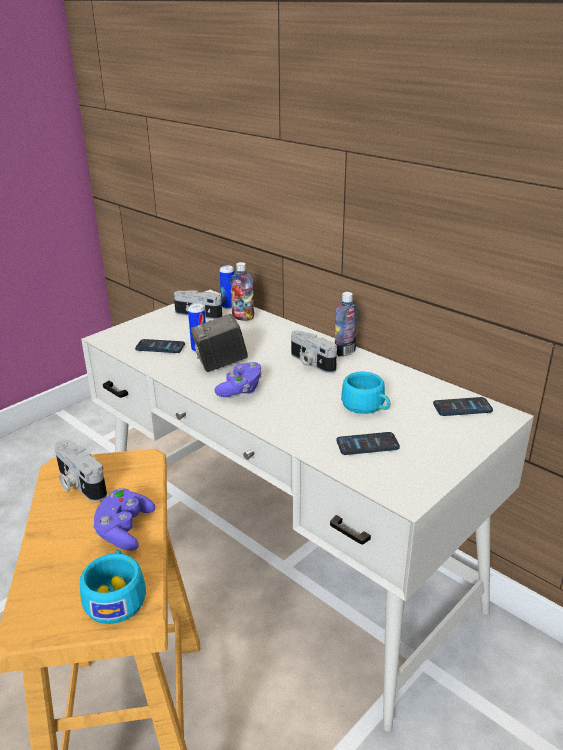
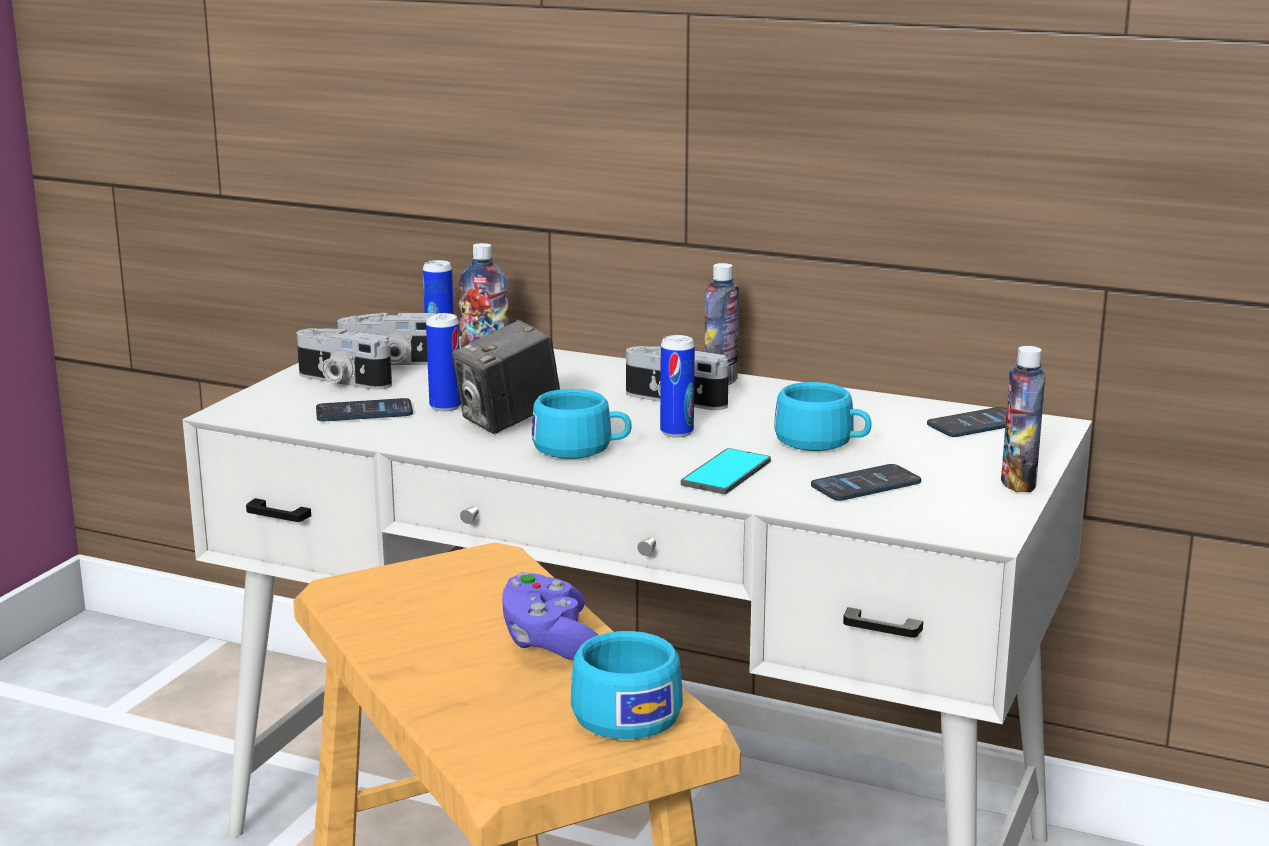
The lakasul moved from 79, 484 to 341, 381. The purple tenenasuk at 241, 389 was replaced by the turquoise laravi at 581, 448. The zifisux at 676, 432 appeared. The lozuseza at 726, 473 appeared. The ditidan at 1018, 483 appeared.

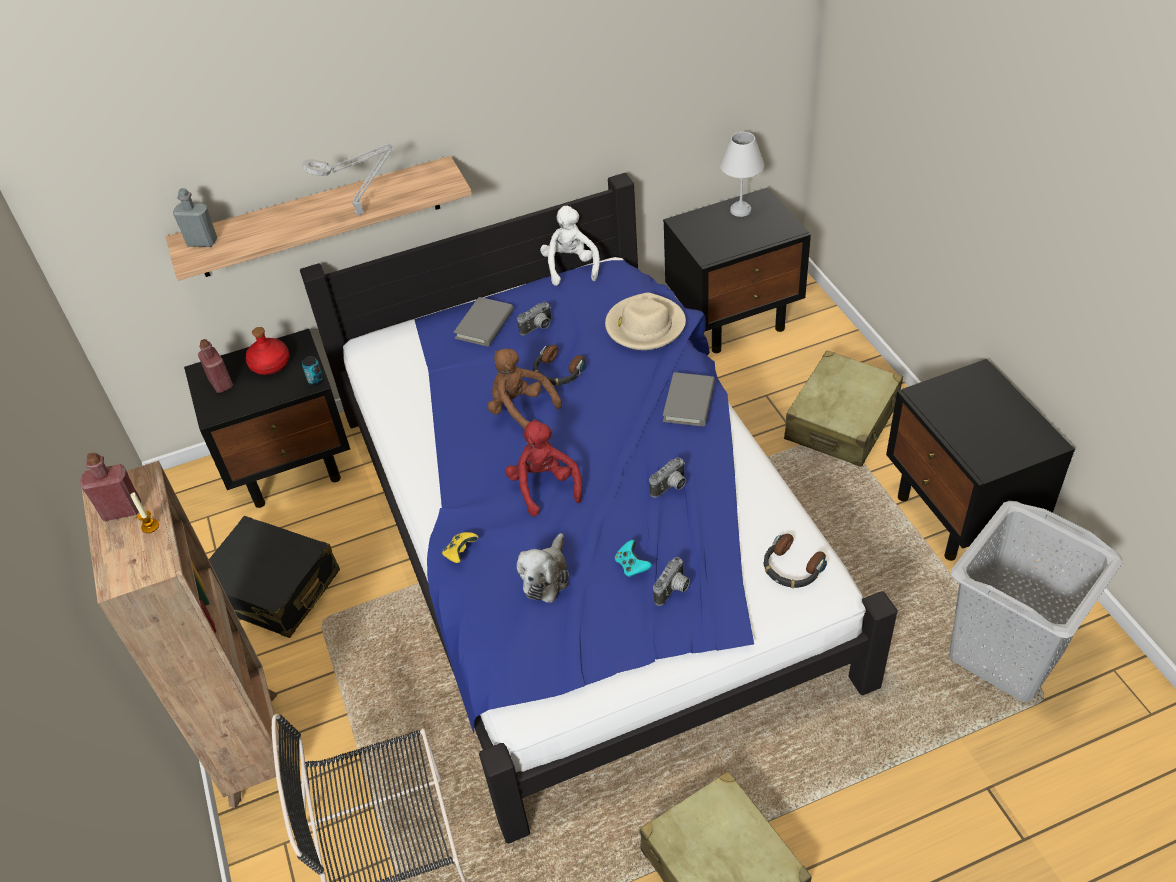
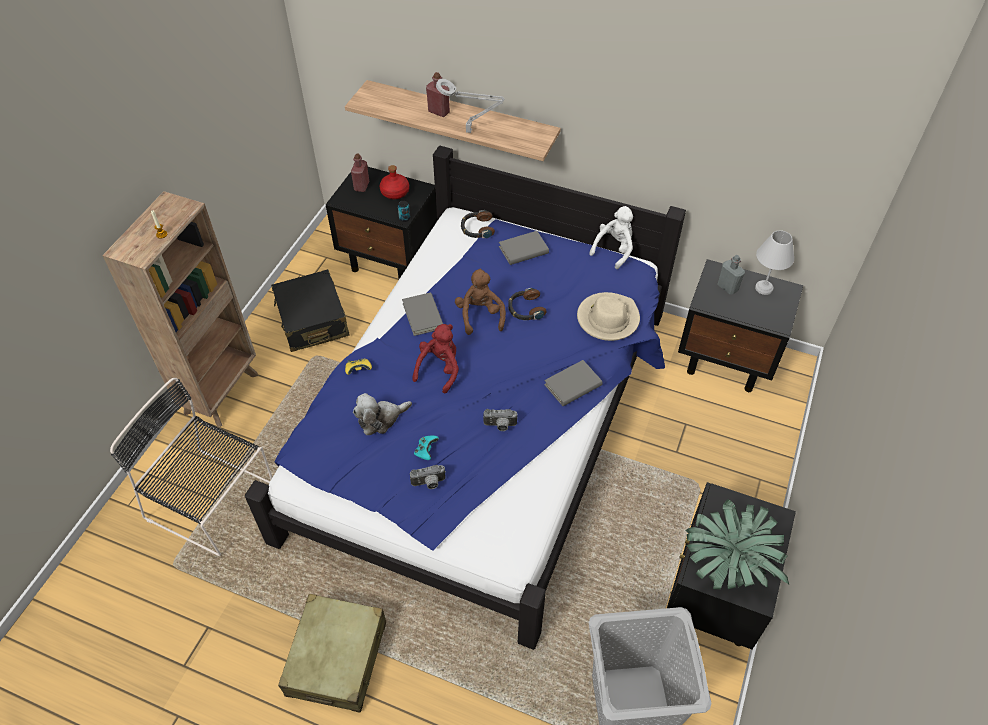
The red ditidan moved from 122, 510 to 439, 112. The grey ditidan moved from 202, 242 to 727, 287. The lakasul at 538, 328 disappeared. The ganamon moved from 791, 568 to 477, 228. The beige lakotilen at 842, 422 disappeared. The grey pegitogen at 423, 316 appeared. The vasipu at 729, 563 appeared.

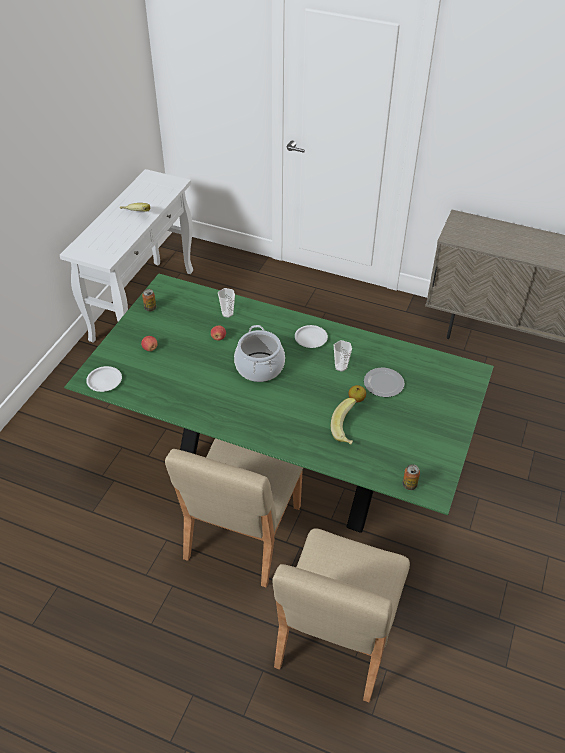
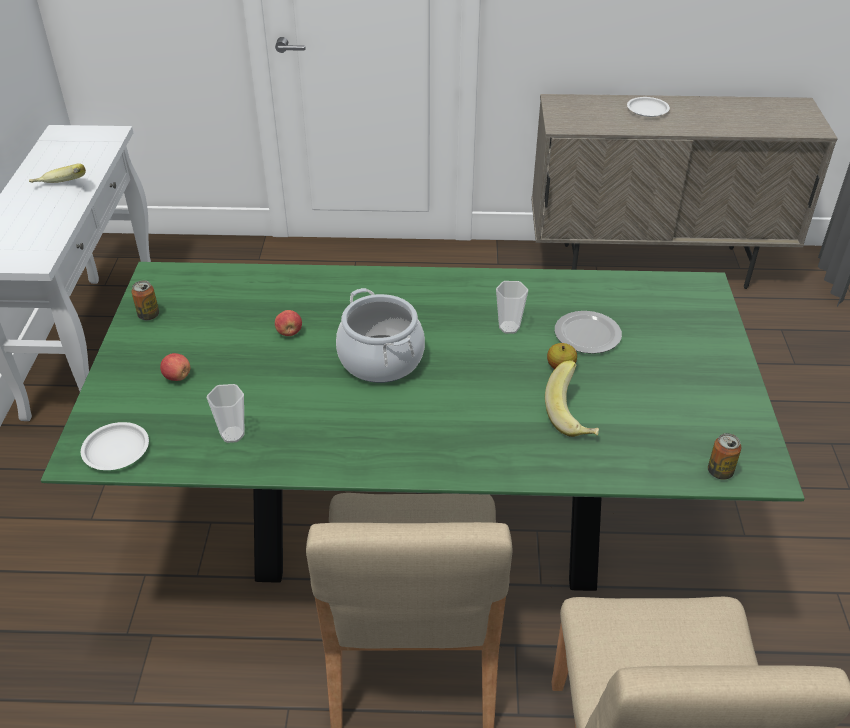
The laravi moved from 227, 314 to 232, 435. The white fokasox moved from 310, 338 to 647, 110.

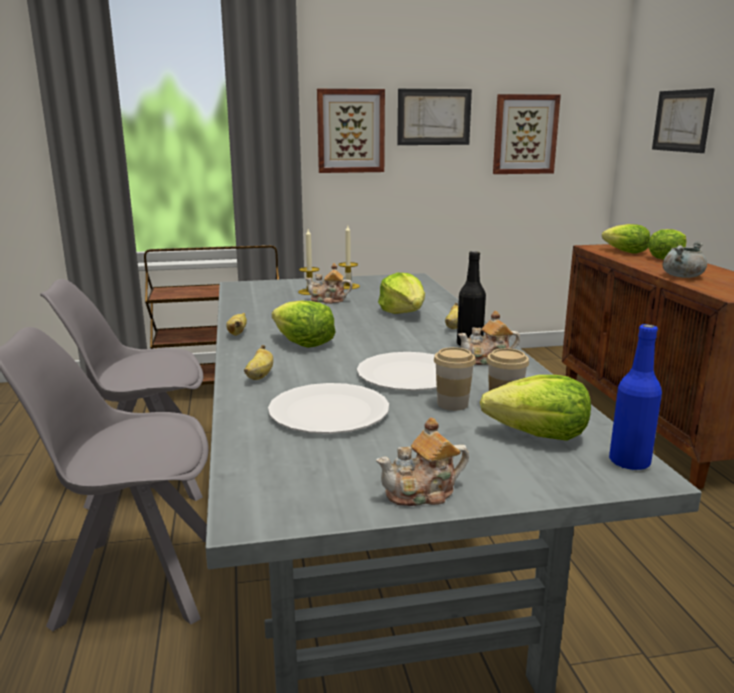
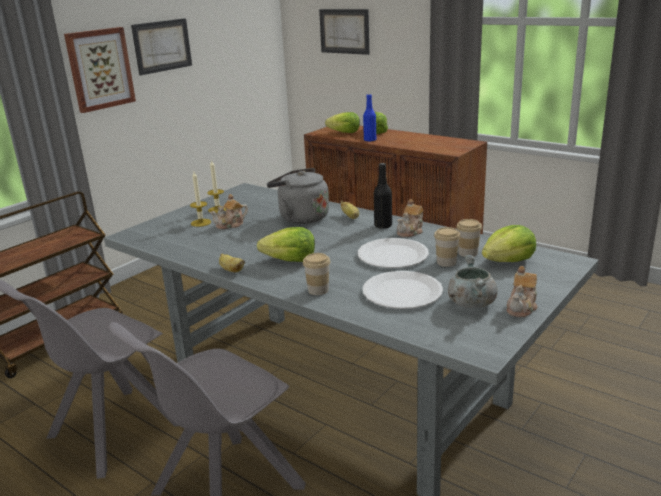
The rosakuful at 259, 376 was replaced by the laravi at 318, 290. The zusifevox at 403, 312 was replaced by the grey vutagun at 301, 217. The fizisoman at 525, 134 disappeared. The blue ditidan moved from 629, 462 to 370, 140. The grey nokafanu moved from 682, 276 to 471, 303.

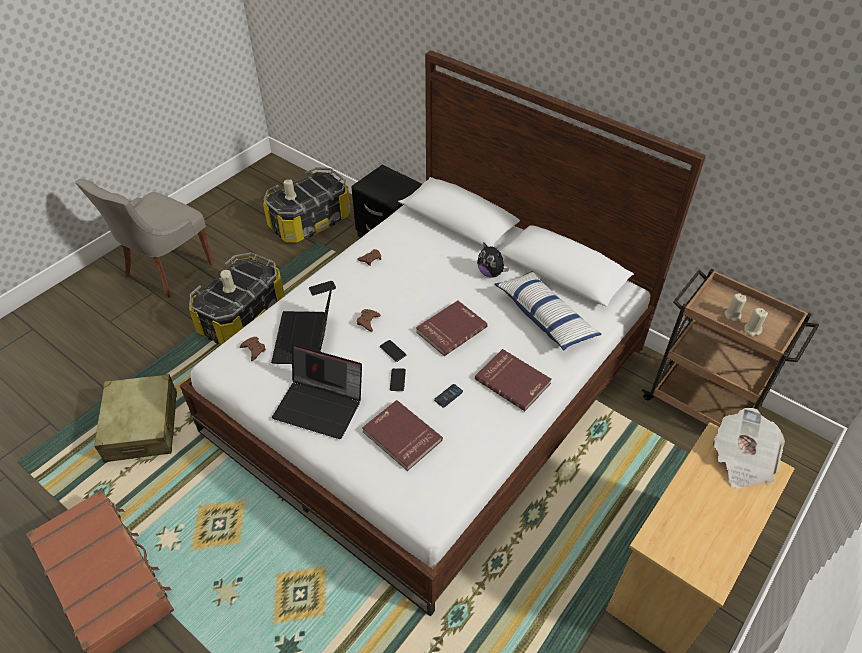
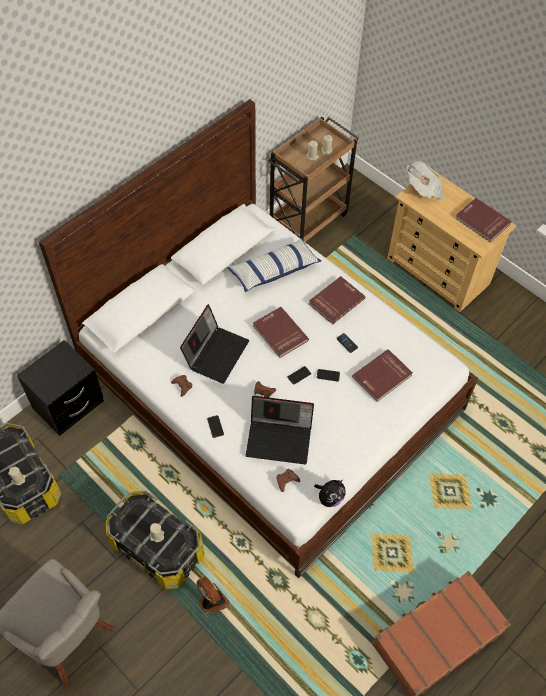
The beige lakotilen at 142, 426 disappeared. The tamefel moved from 321, 406 to 216, 353. The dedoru moved from 491, 273 to 330, 498. The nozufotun at 212, 600 appeared. The red pegitogen at 481, 222 appeared.

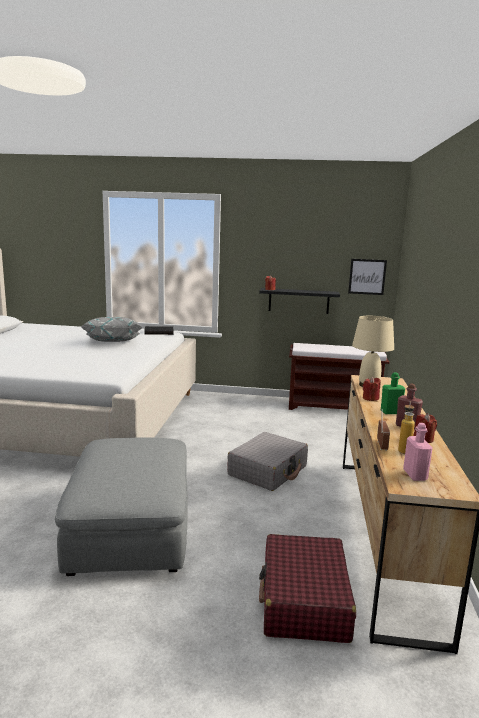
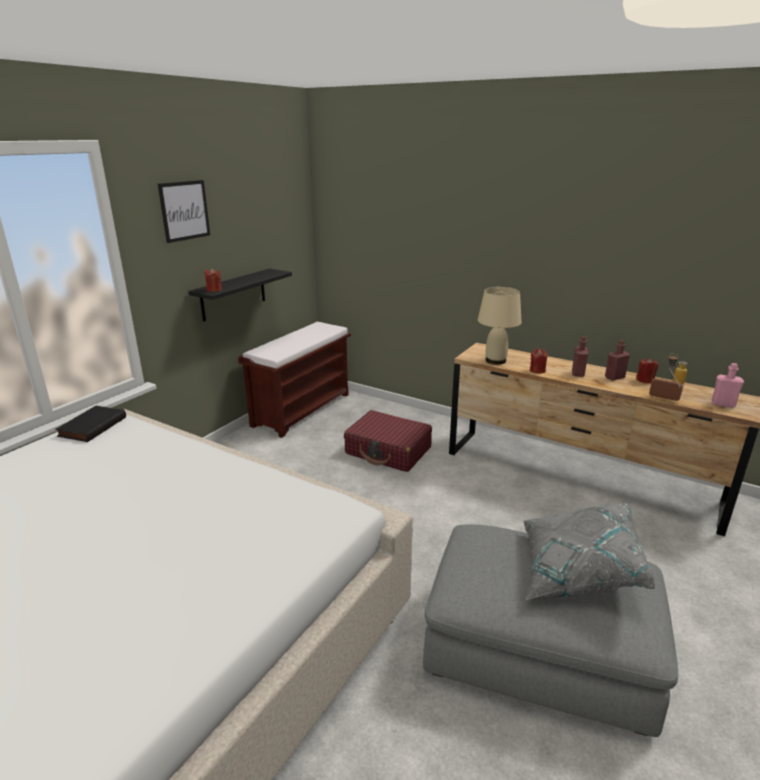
The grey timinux moved from 113, 343 to 576, 571. The grey lakotilen at 268, 471 disappeared. The red lakotilen moved from 304, 600 to 388, 451. The fizisoman moved from 367, 276 to 184, 210. The green ditidan at 390, 412 became the red ditidan at 578, 373.

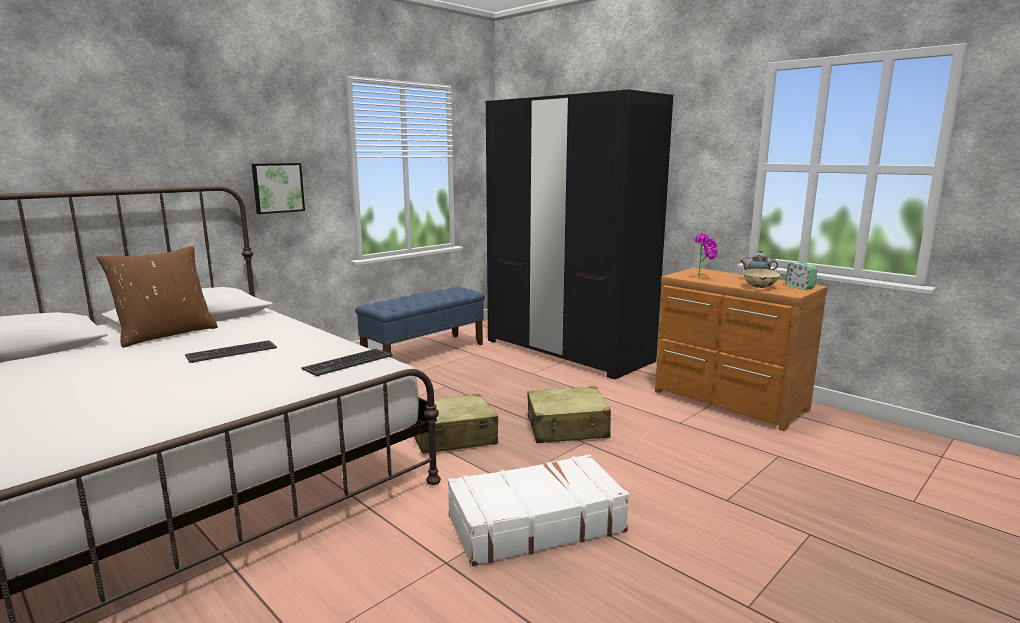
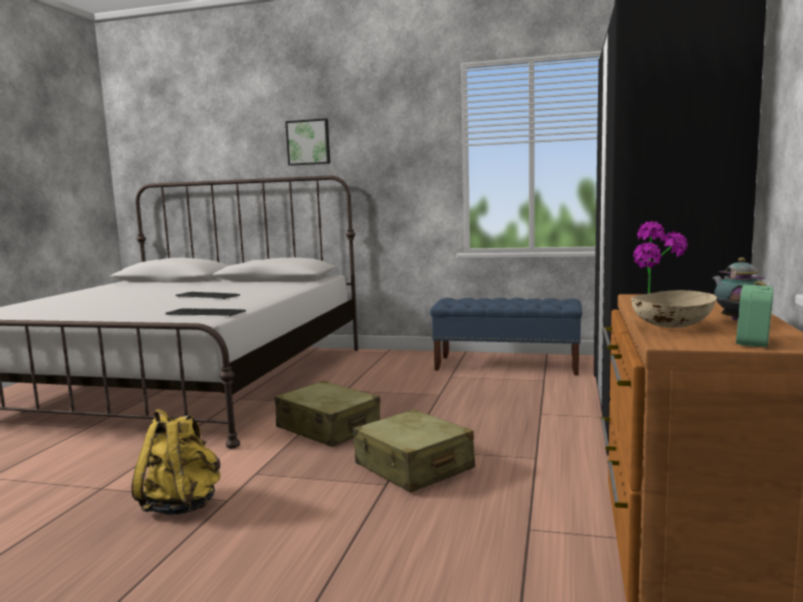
The brown timinux at 166, 334 disappeared. The fizisoman moved from 277, 188 to 308, 142. The white lakotilen at 535, 523 was replaced by the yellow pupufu at 182, 505.

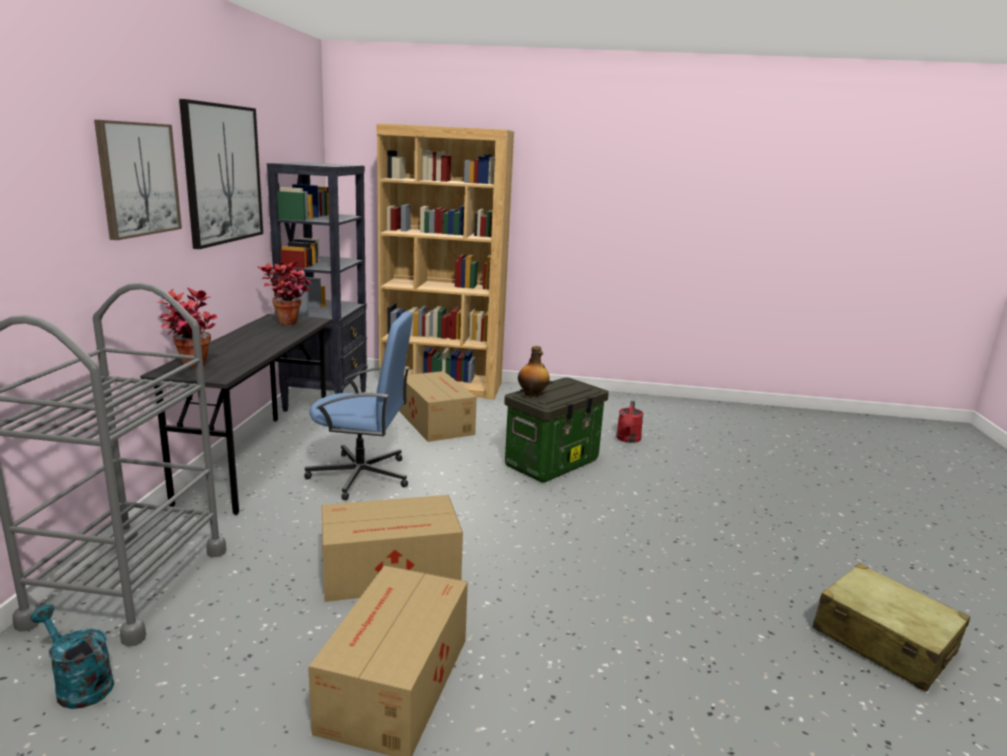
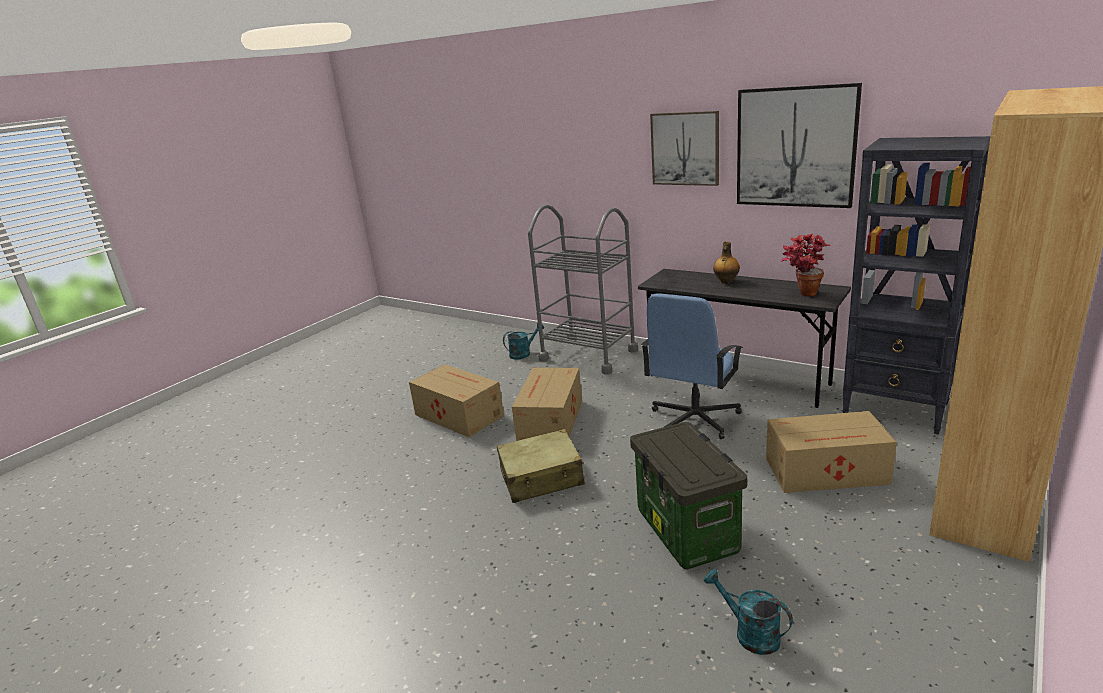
The vasipu at 191, 368 disappeared. The ditidan moved from 532, 394 to 726, 282. The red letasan at 628, 439 became the turquoise letasan at 749, 633. The beige lakotilen moved from 883, 641 to 542, 477.

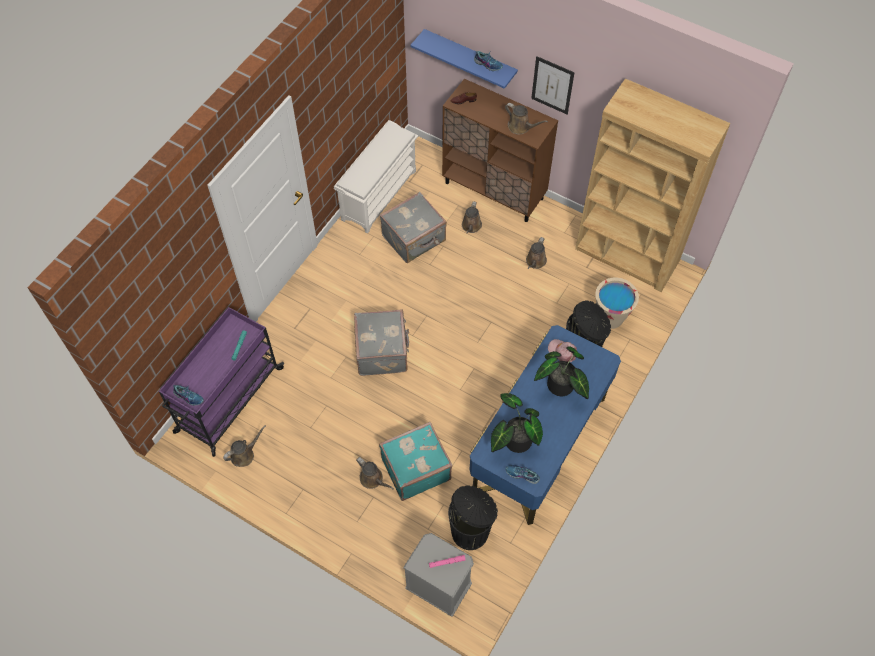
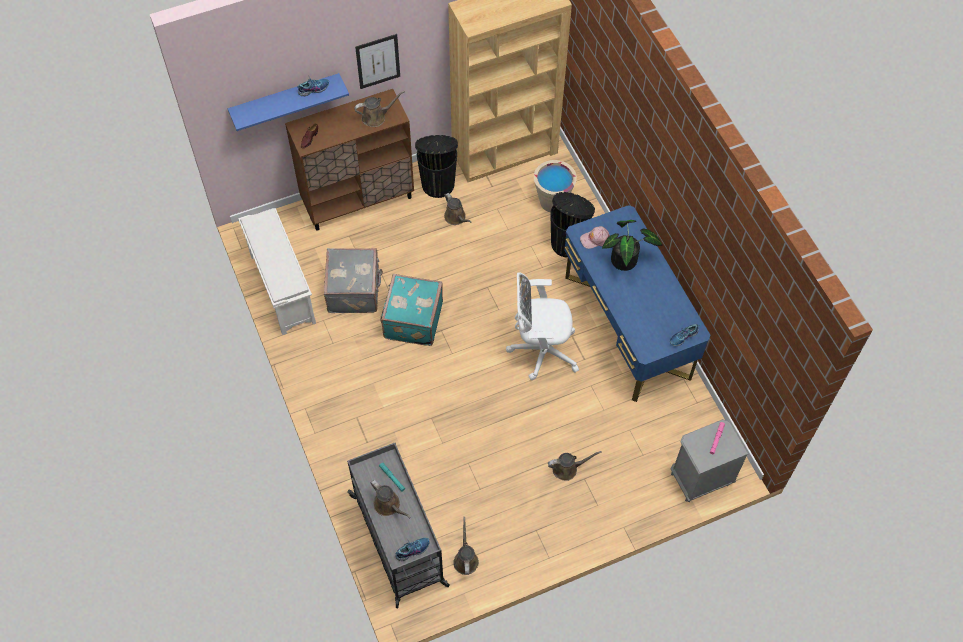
The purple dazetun at 228, 401 became the grey dazetun at 399, 542. The grey lakotilen at 383, 351 disappeared. The turquoise lakotilen moved from 415, 468 to 412, 320. The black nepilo moved from 471, 531 to 438, 183. The brown letasan moved from 471, 226 to 388, 505. The vasipu at 514, 441 disappeared. The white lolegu at 540, 350 appeared.

